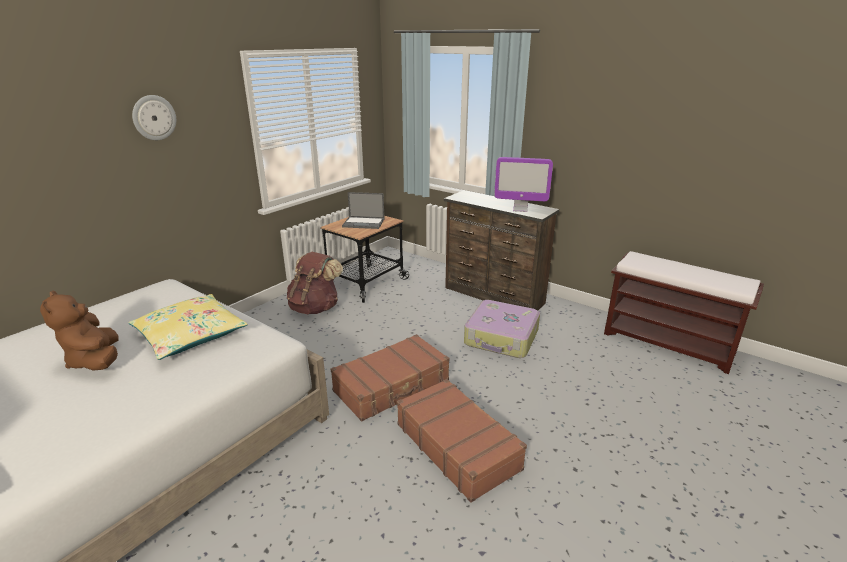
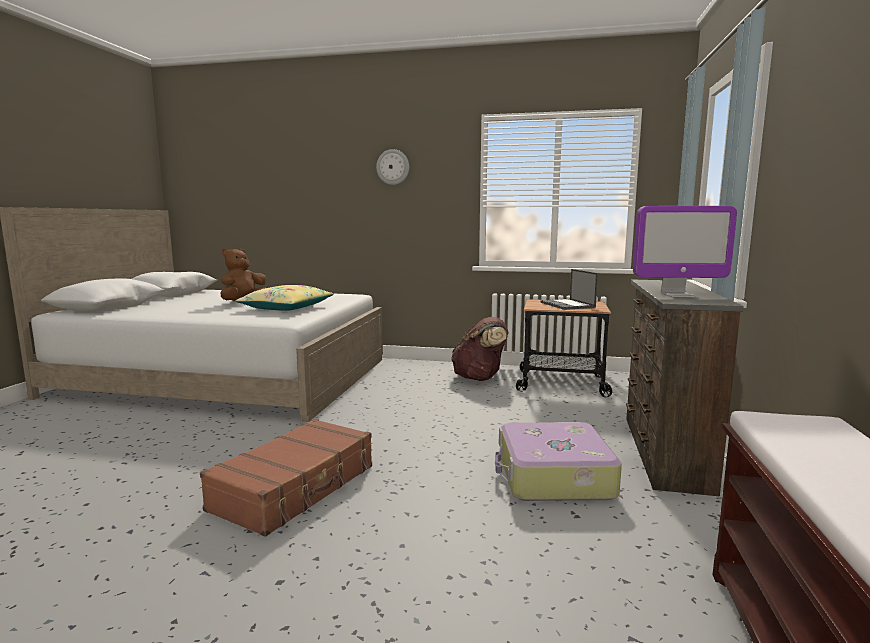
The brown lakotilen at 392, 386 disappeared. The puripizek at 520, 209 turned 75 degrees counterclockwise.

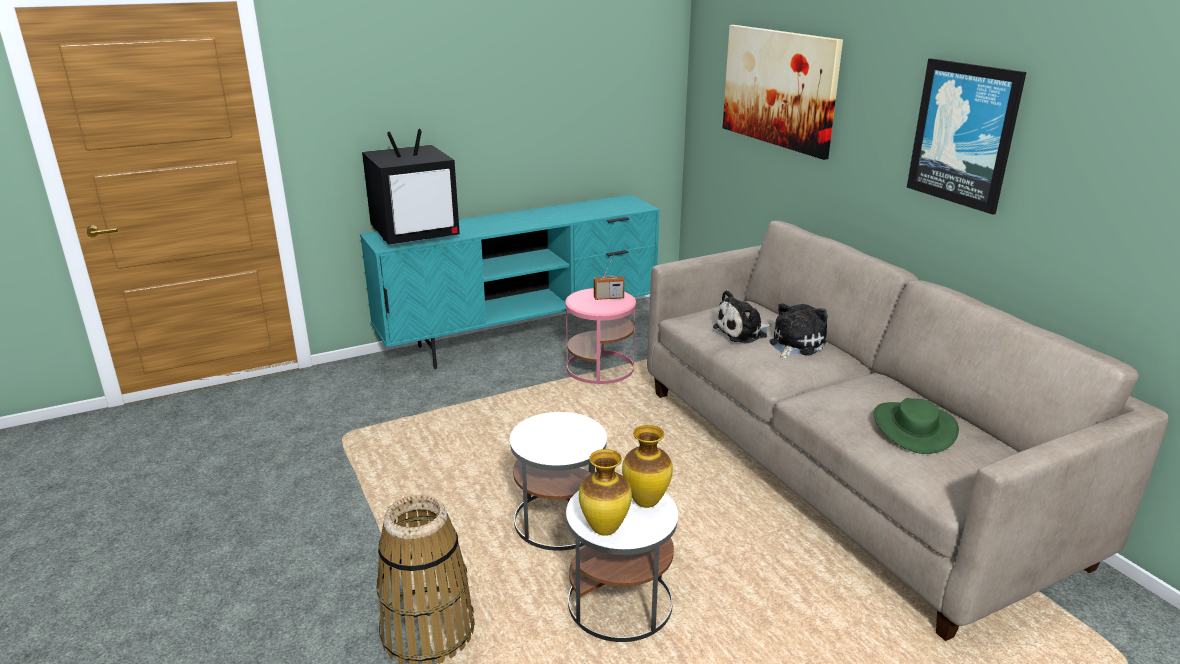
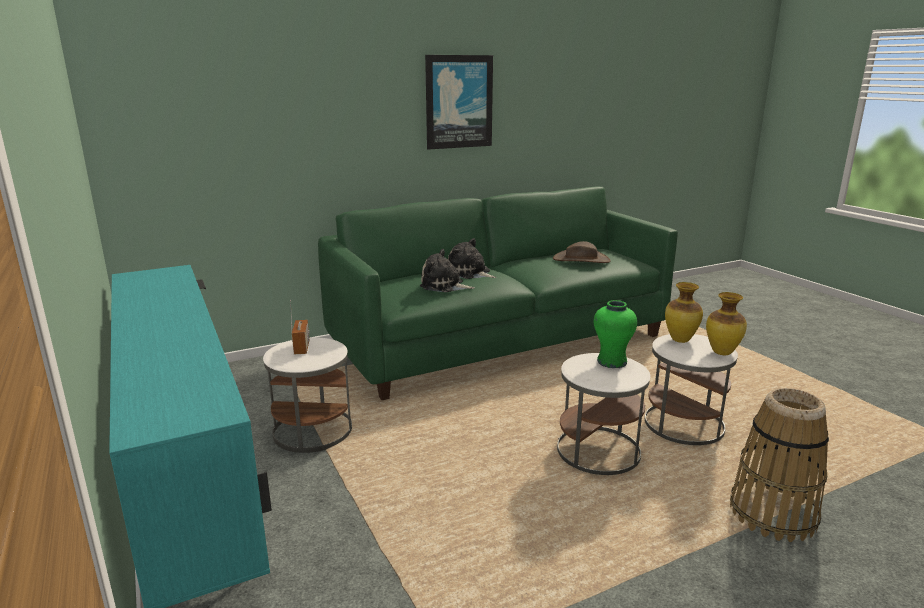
The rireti at 416, 234 disappeared. The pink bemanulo at 600, 368 became the white bemanulo at 312, 430. The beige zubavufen at 840, 468 became the green zubavufen at 500, 341. The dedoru at 743, 332 turned 135 degrees clockwise. The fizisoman at 779, 88 disappeared. The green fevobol at 914, 428 became the brown fevobol at 581, 260. The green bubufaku at 611, 362 appeared.

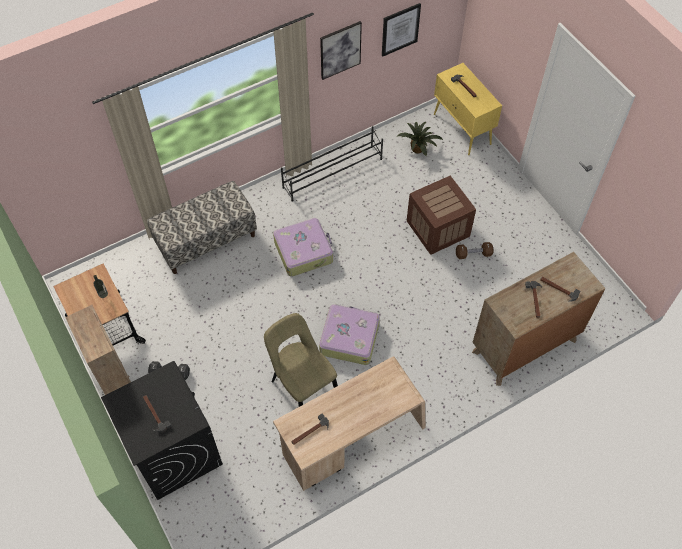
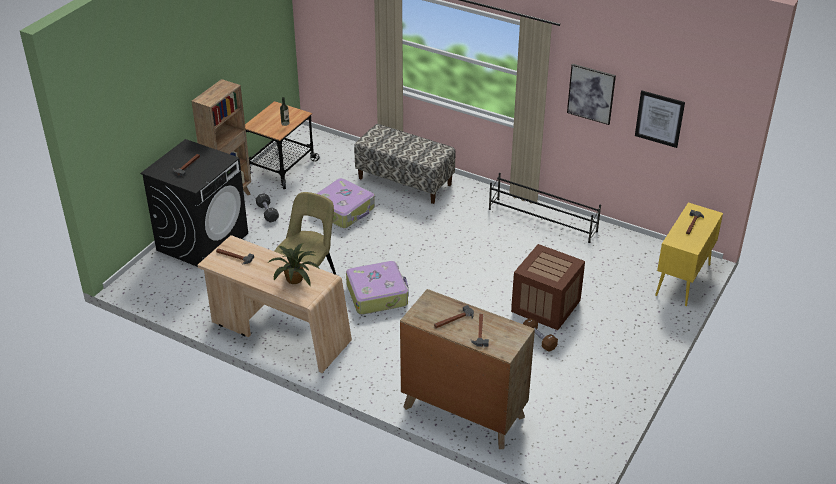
The lakotilen moved from 304, 251 to 343, 210. The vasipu moved from 418, 148 to 296, 280.

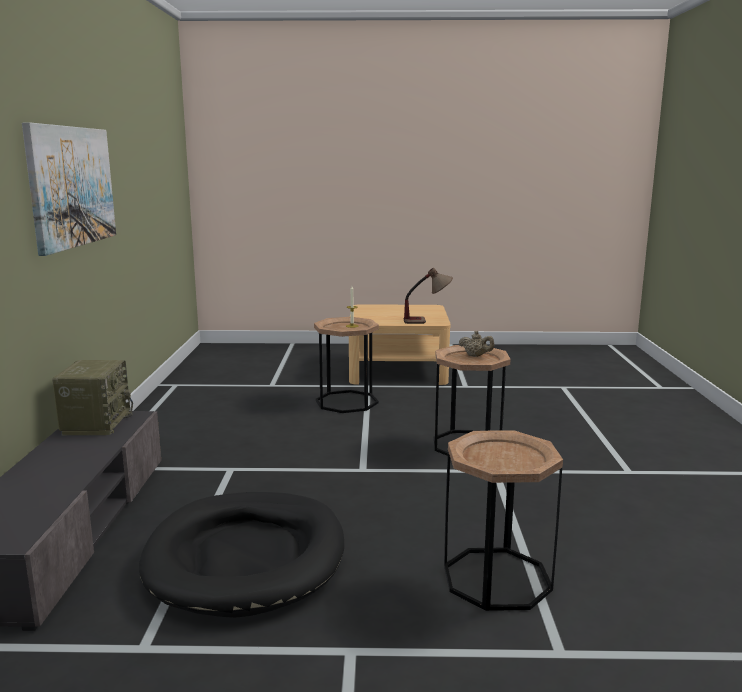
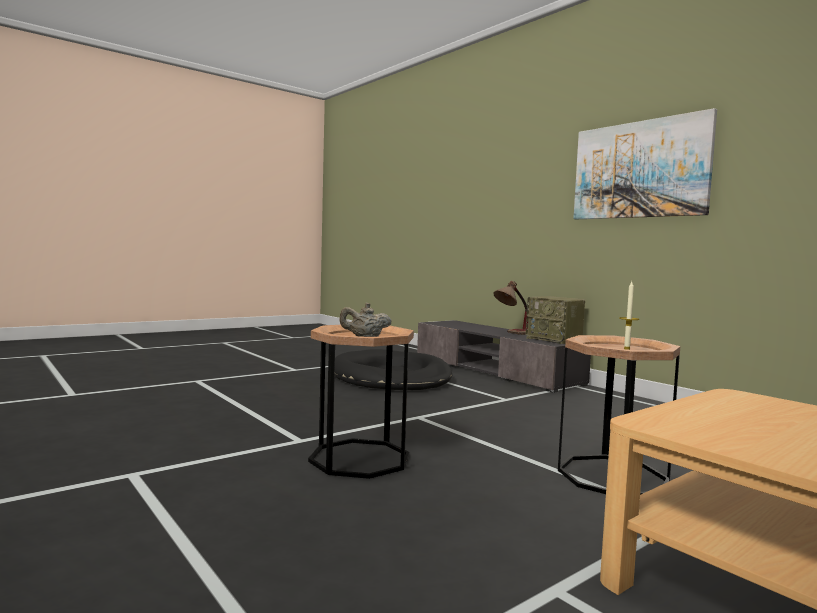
The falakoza moved from 427, 321 to 512, 333. The brown bemanulo at 496, 578 disappeared.

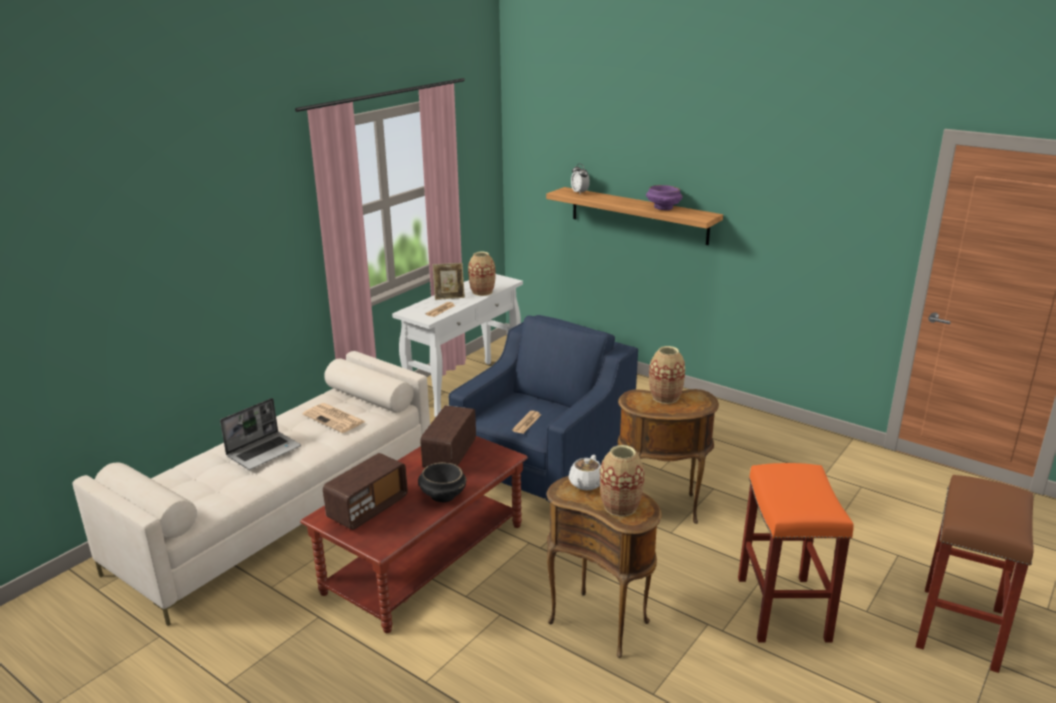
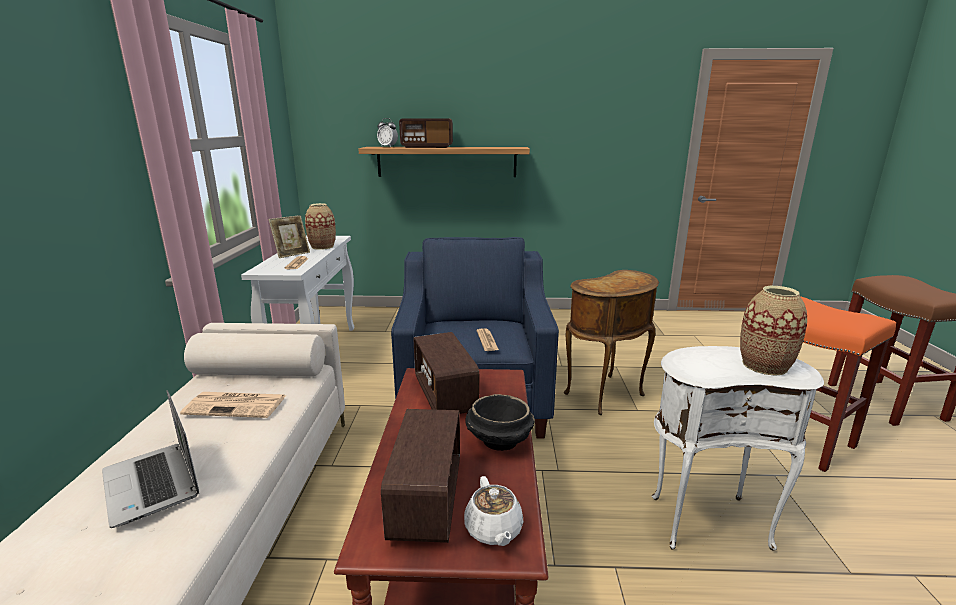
The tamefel at 264, 451 turned 135 degrees clockwise. The brown bemanulo at 601, 621 became the white bemanulo at 706, 519. The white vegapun moved from 586, 484 to 493, 530. The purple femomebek at 663, 208 disappeared. The bubufaku at 665, 397 disappeared. The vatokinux at 427, 147 appeared.

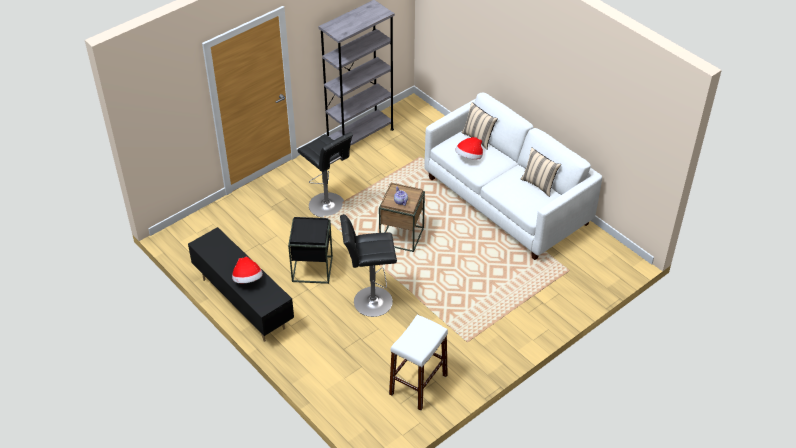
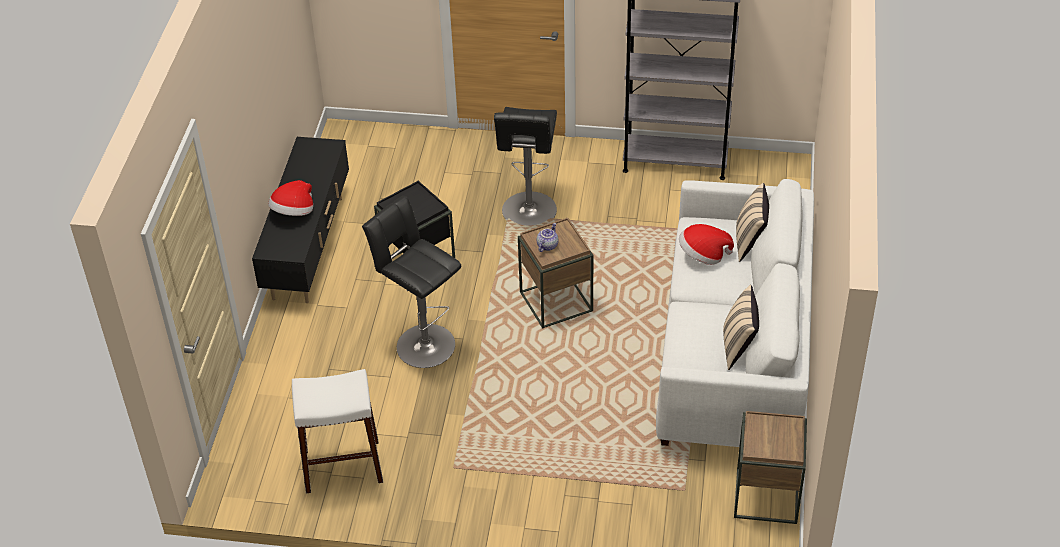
The brown bemanulo at 766, 496 appeared.

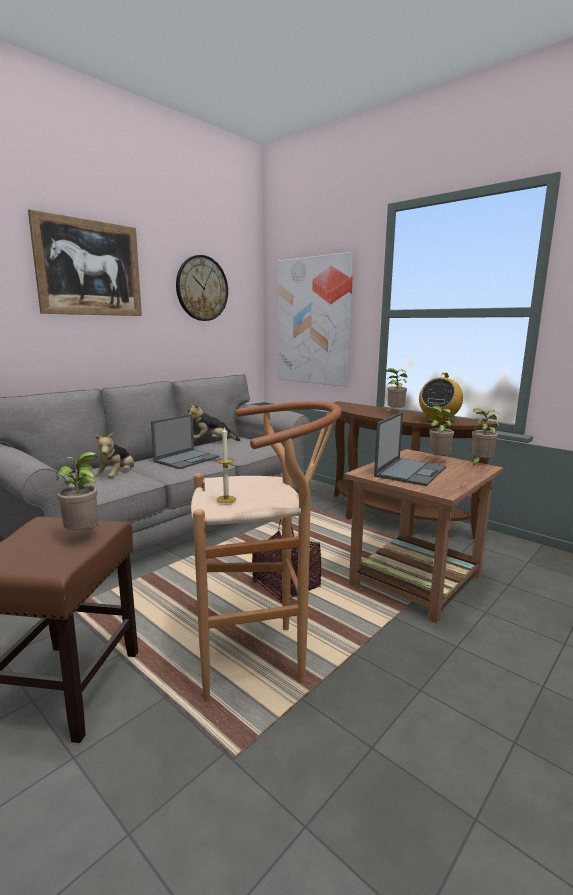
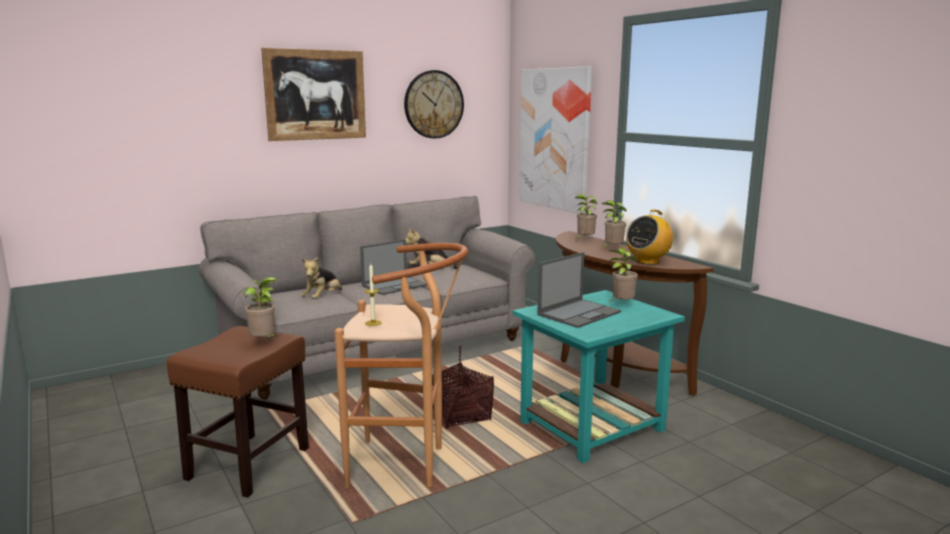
The brown bemanulo at 417, 579 became the turquoise bemanulo at 593, 425. The vasipu moved from 480, 463 to 584, 240.

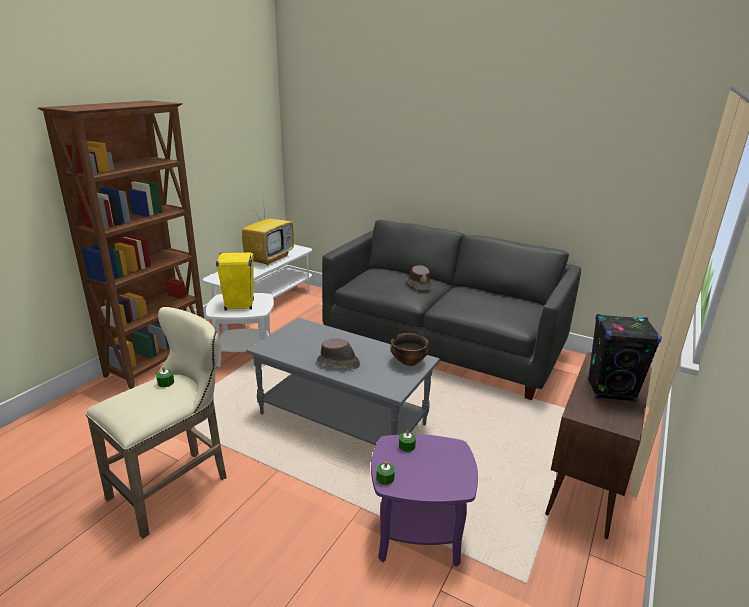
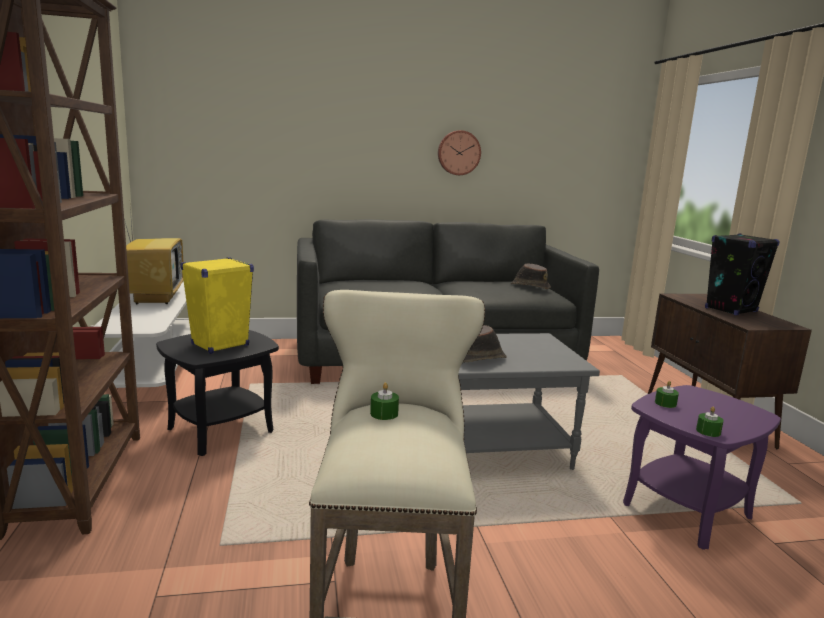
The white bemanulo at 245, 355 became the black bemanulo at 221, 430. The femomebek at 409, 362 disappeared. The brown fevobol moved from 419, 284 to 529, 286. The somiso at 458, 153 appeared.

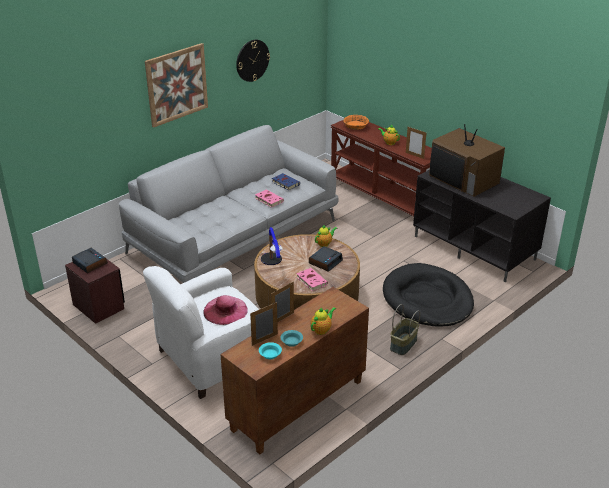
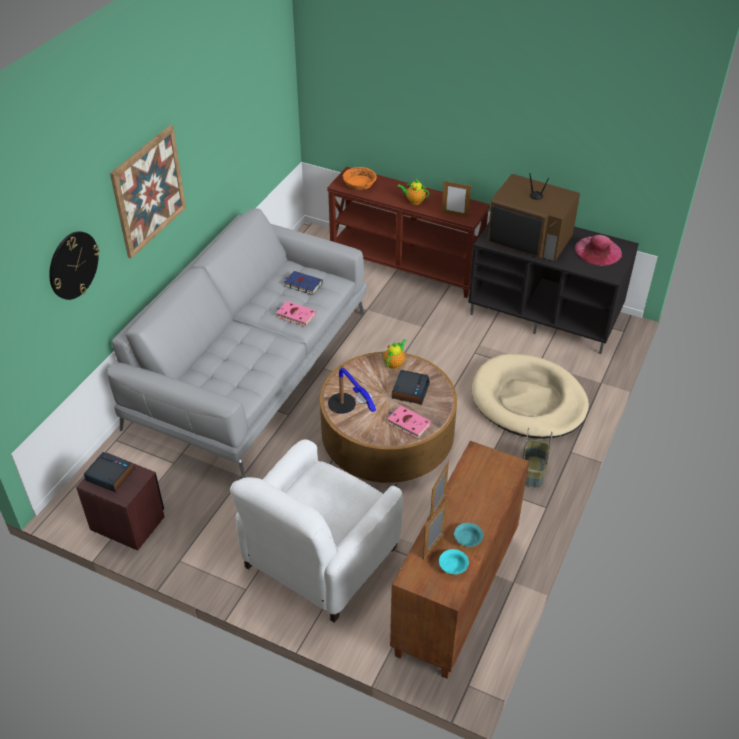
The pink fevobol moved from 225, 310 to 598, 251. The somiso moved from 252, 60 to 73, 265. The vegapun at 322, 330 disappeared. The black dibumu at 427, 299 became the beige dibumu at 528, 400.

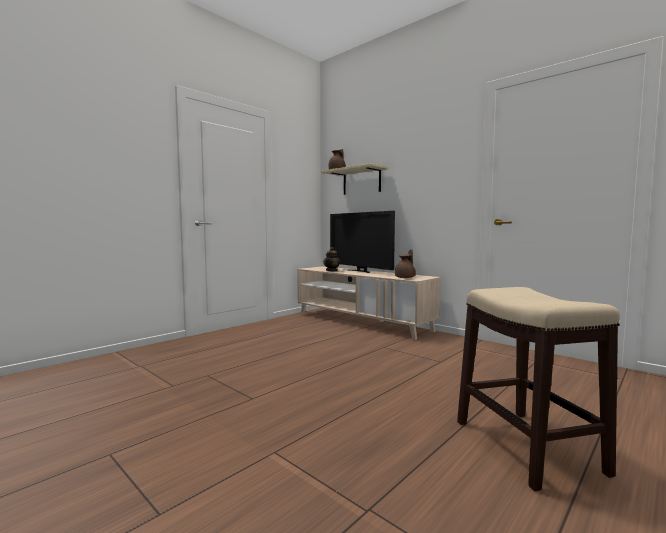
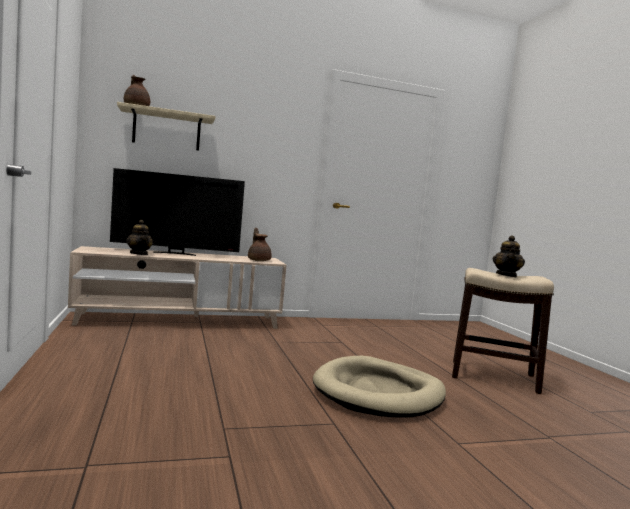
The beige dibumu at 379, 392 appeared. The vegapun at 506, 275 appeared.

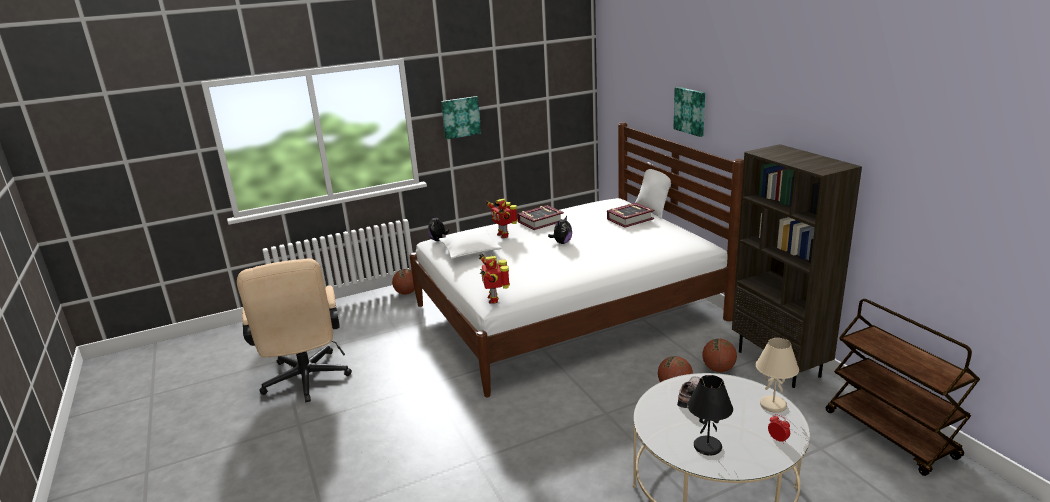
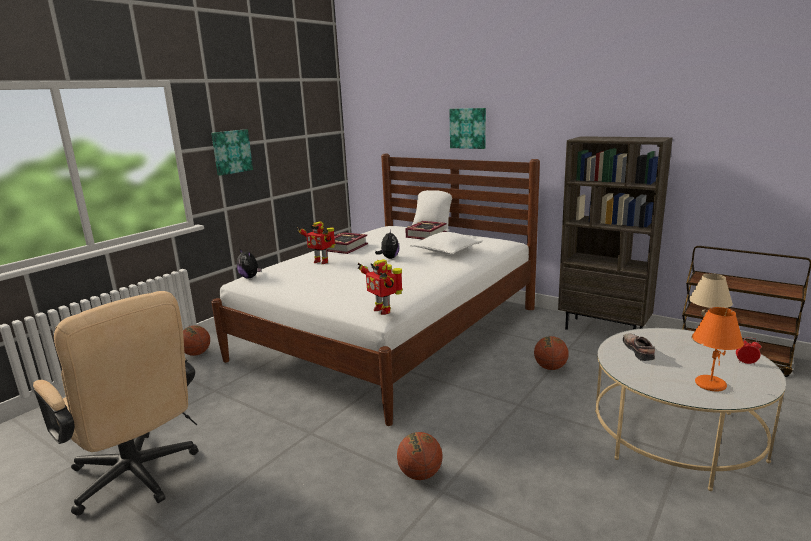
The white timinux moved from 470, 251 to 446, 251. The black falakoza at 707, 446 became the orange falakoza at 710, 384. The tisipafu moved from 718, 369 to 420, 474.

